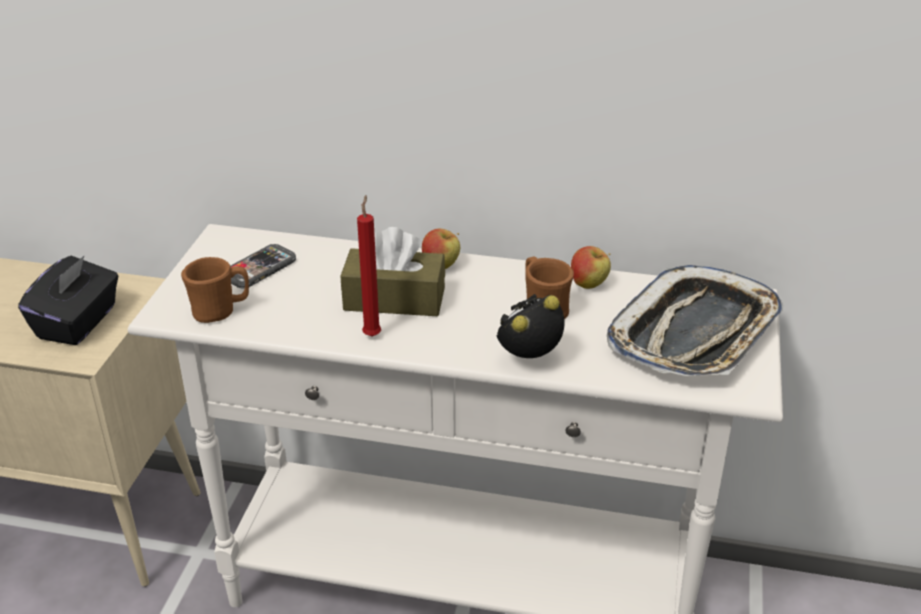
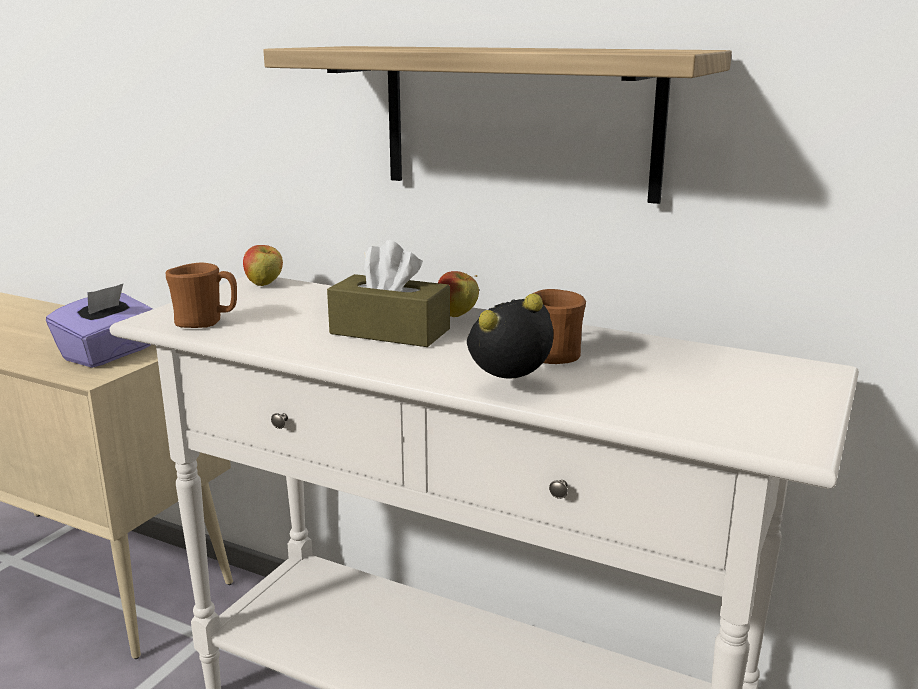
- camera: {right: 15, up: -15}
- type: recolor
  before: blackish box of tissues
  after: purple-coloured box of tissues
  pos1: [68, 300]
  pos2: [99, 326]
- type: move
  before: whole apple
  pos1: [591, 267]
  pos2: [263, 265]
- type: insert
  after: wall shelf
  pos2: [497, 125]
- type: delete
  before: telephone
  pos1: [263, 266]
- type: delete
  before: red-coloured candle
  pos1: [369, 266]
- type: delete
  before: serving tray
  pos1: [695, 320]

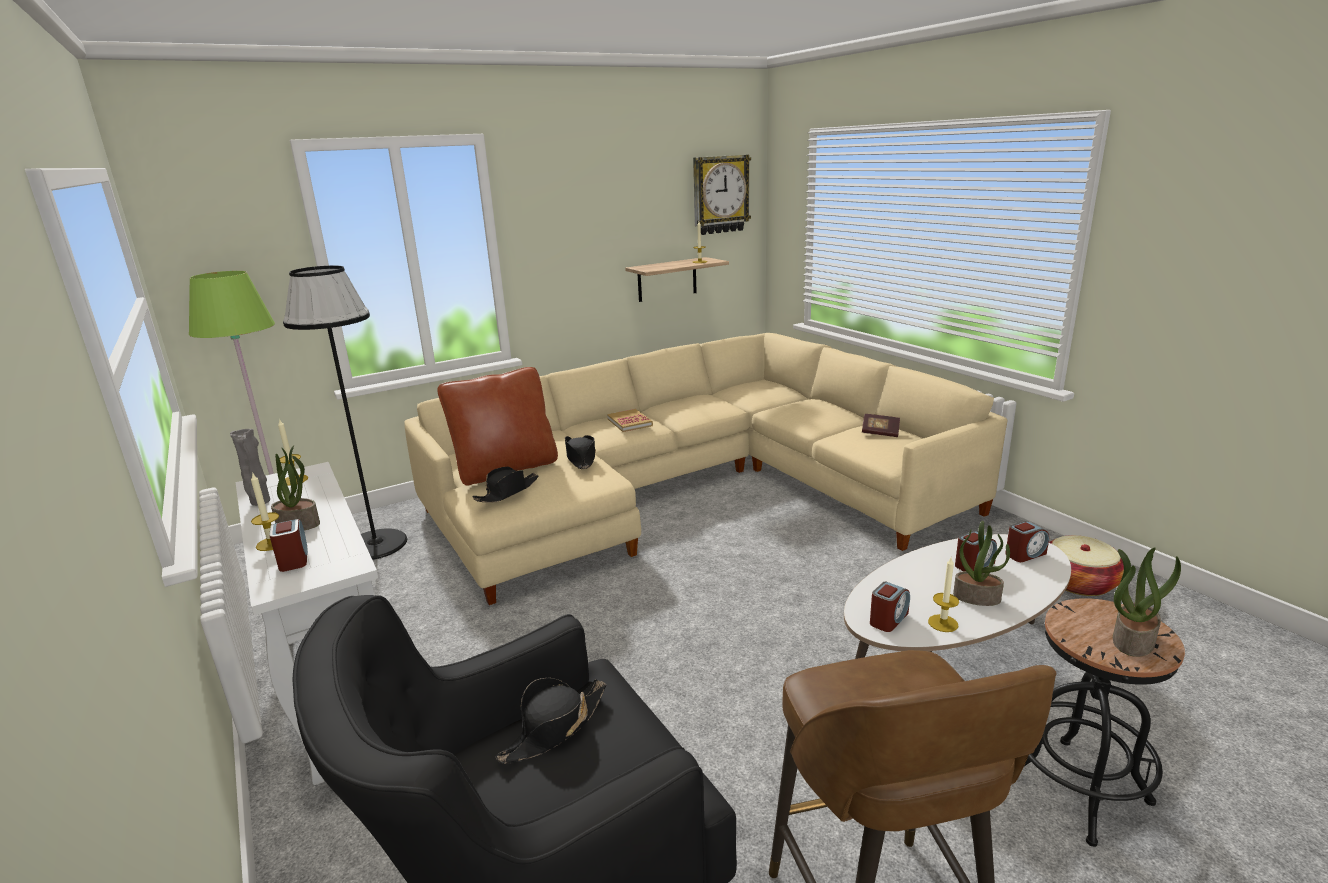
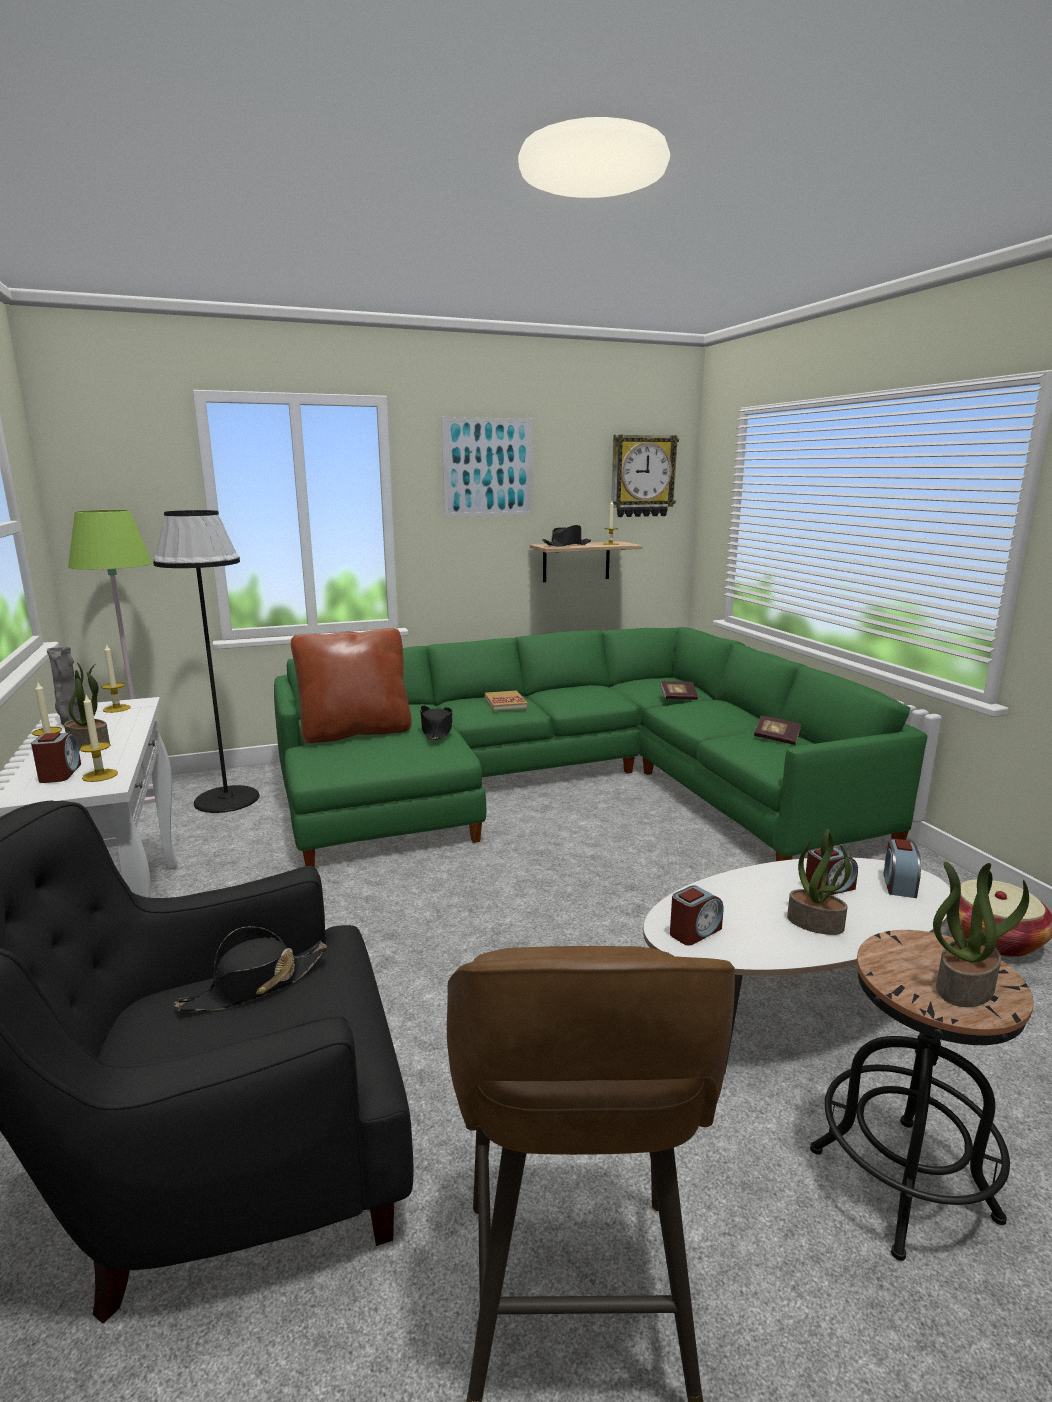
- camera: {right: 10, up: -5}
- type: move
  before: candle
  pos1: [943, 595]
  pos2: [99, 738]
- type: recolor
  before: beige settee
  after: green settee
  pos1: [706, 469]
  pos2: [601, 747]
- type: insert
  after: picture
  pos2: [487, 467]
- type: move
  before: blackish clothing hat
  pos1: [505, 485]
  pos2: [566, 536]
- type: insert
  after: bound book
  pos2: [679, 690]
- type: rotate
  before: table clock
  pos1: [1027, 541]
  pos2: [902, 868]
  turn: 120

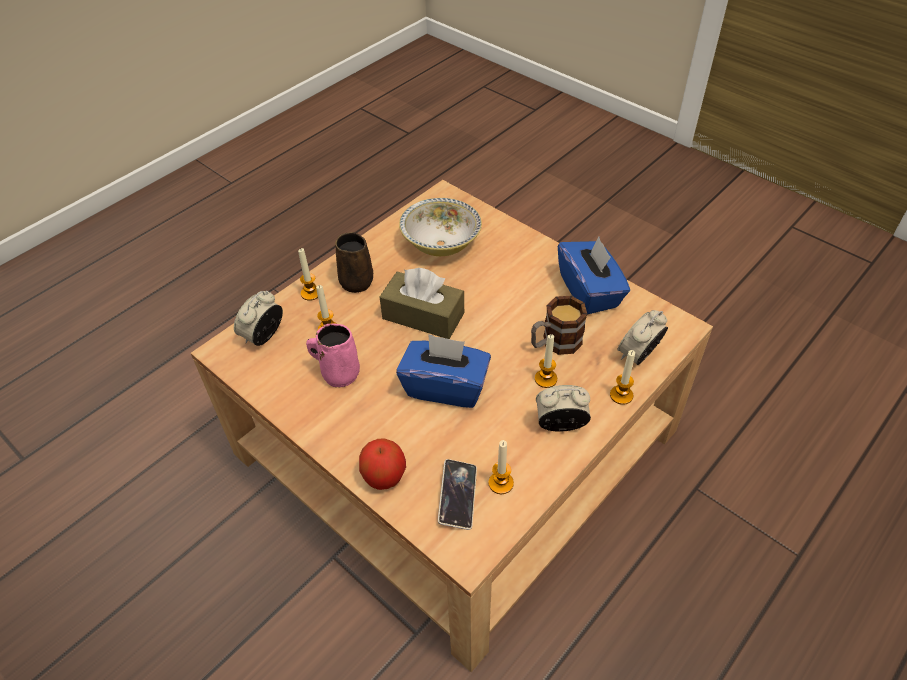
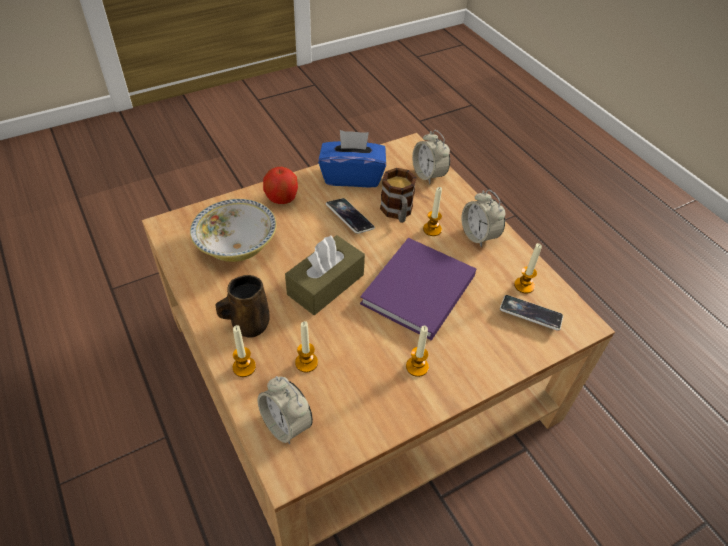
- camera: {right: -75, up: 0}
- type: move
  before: whole apple
  pos1: [382, 464]
  pos2: [280, 185]
- type: insert
  after: telephone
  pos2: [350, 216]
- type: replace
  before: blue box of tissues
  after: purple-coloured bound book
  pos1: [443, 371]
  pos2: [418, 289]
- type: move
  before: candle
  pos1: [622, 377]
  pos2: [417, 351]
- type: rotate
  before: table clock
  pos1: [563, 408]
  pos2: [483, 219]
  turn: -45
- type: delete
  before: pinkish mug
  pos1: [333, 355]

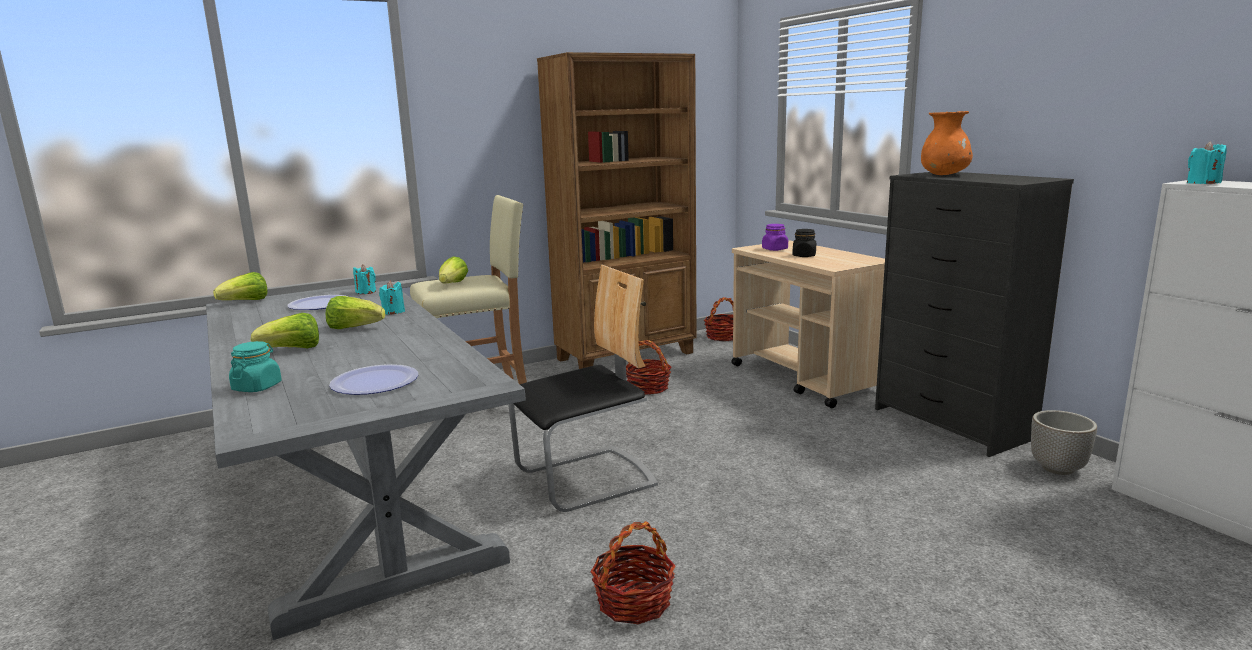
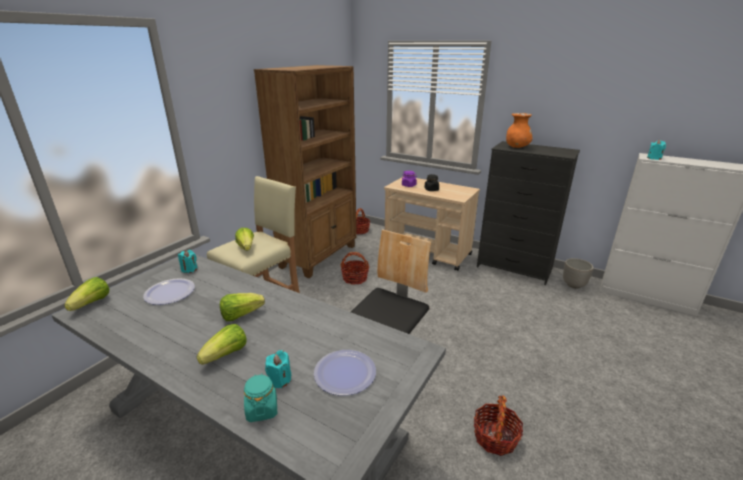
- camera: {right: -30, up: 10}
- type: move
  before: blue-green candle
  pos1: [392, 298]
  pos2: [278, 369]

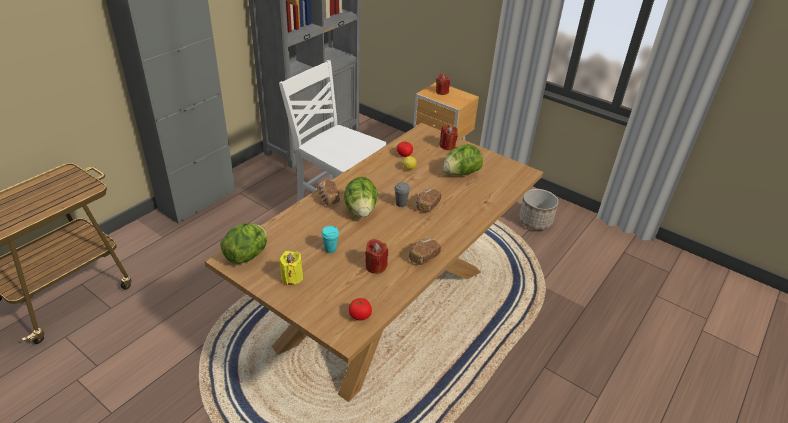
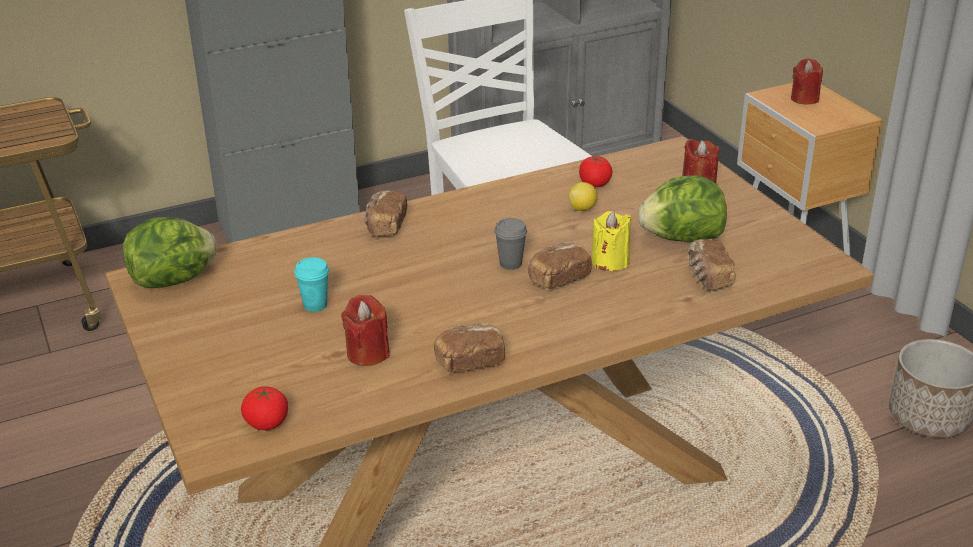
- camera: {right: 30, up: -5}
- type: move
  before: yellow-coloured candle
  pos1: [291, 268]
  pos2: [611, 241]
- type: insert
  after: bread
  pos2: [712, 265]
- type: delete
  before: head of lettuce
  pos1: [361, 197]

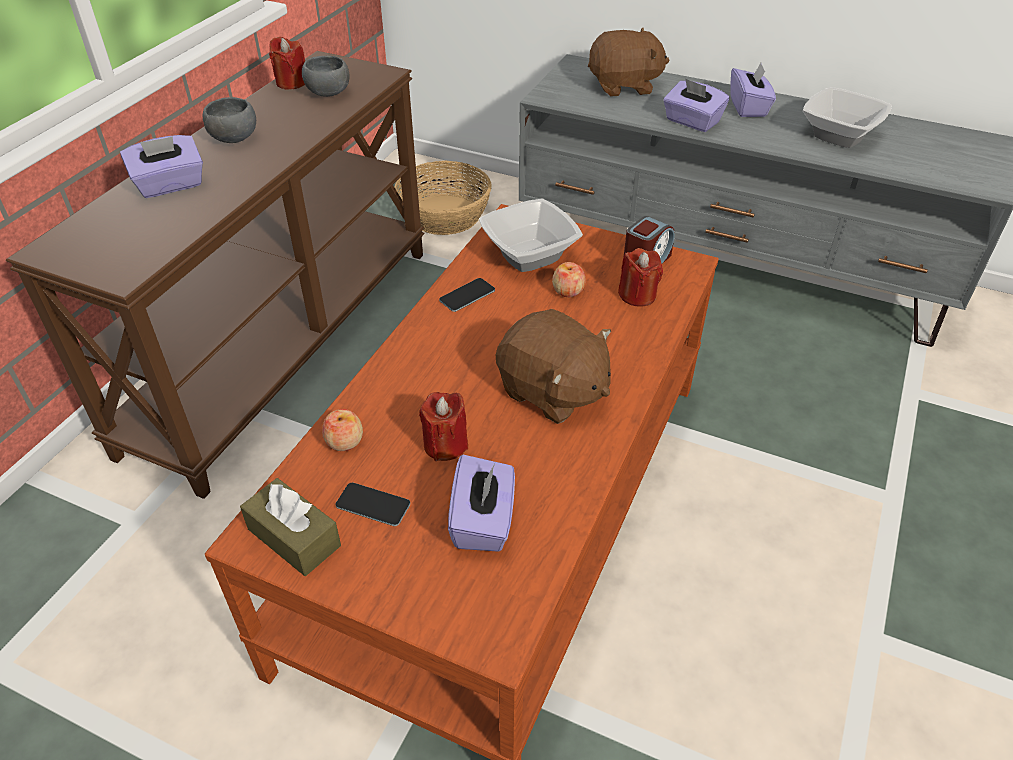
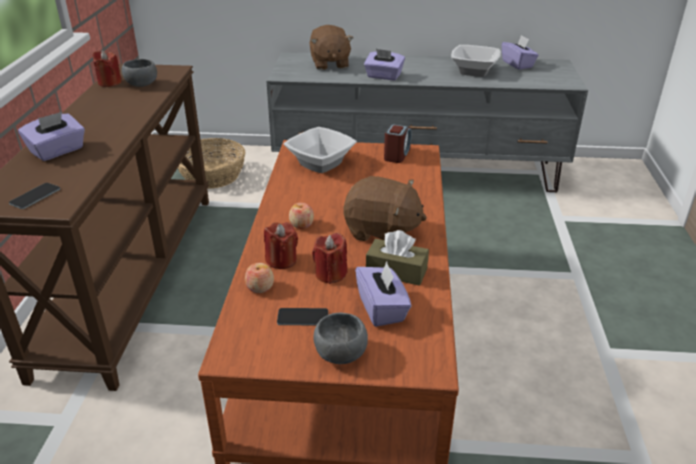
- camera: {right: -20, up: -10}
- type: move
  before: telephone
  pos1: [467, 295]
  pos2: [34, 196]
- type: move
  before: red-coloured candle
  pos1: [640, 277]
  pos2: [281, 245]
- type: move
  before: whole apple
  pos1: [568, 279]
  pos2: [301, 215]
- type: rotate
  before: brown cuddly toy
  pos1: [628, 62]
  pos2: [331, 47]
  turn: 105
- type: move
  before: gray bowl
  pos1: [229, 120]
  pos2: [340, 338]
- type: move
  before: brown box of tissues
  pos1: [290, 527]
  pos2: [397, 258]
- type: move
  before: purple-coloured box of tissues
  pos1: [753, 90]
  pos2: [520, 52]

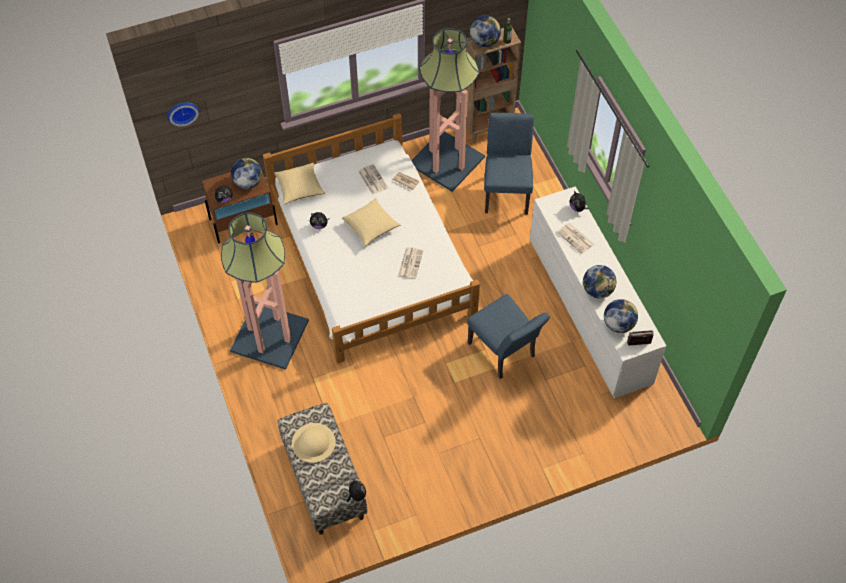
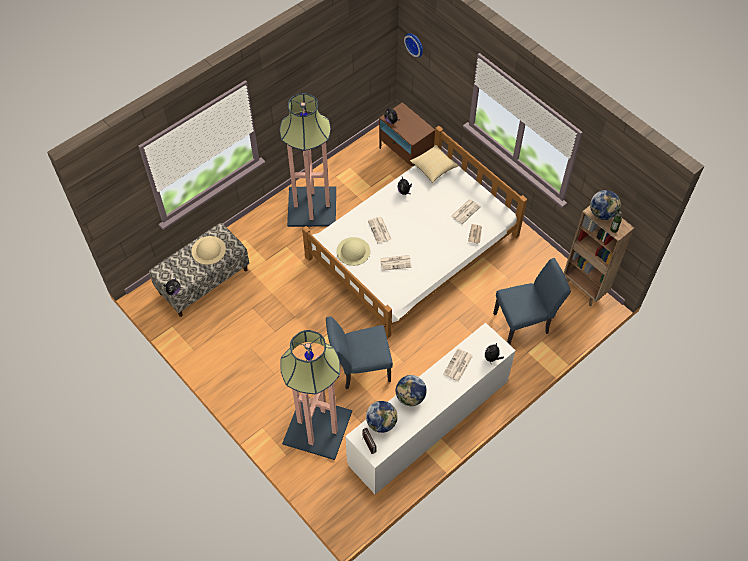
- camera: {right: 70, up: 0}
- type: move
  before: floor lamp
  pos1: [448, 110]
  pos2: [316, 395]
- type: rotate
  before: blue plain chair
  pos1: [508, 336]
  pos2: [359, 352]
  turn: 45
- type: insert
  after: beige clothing hat
  pos2: [353, 251]
- type: insert
  after: printed paper
  pos2: [380, 230]
- type: delete
  before: globe
  pos1: [246, 173]
- type: delete
  before: cushion
  pos1: [371, 222]

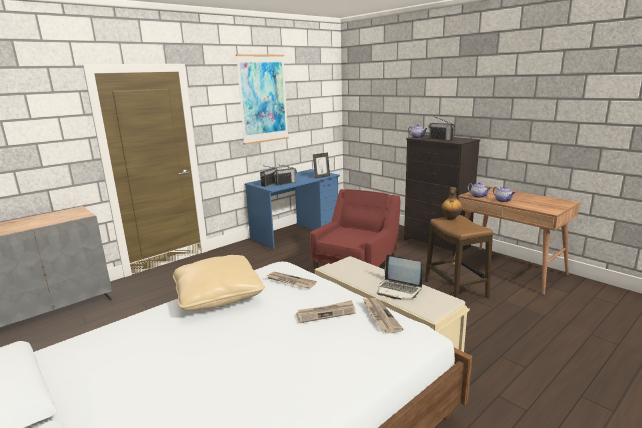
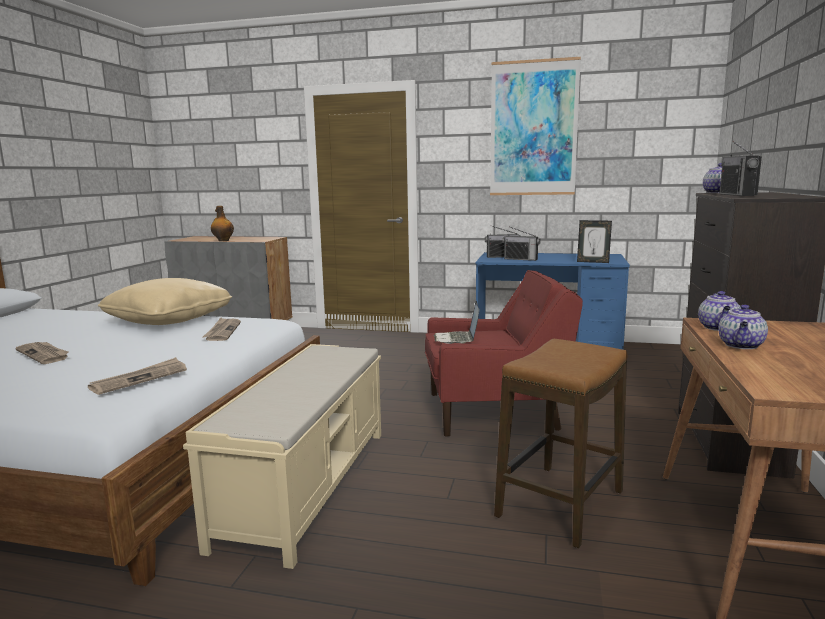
- camera: {right: 55, up: -5}
- type: move
  before: printed paper
  pos1: [326, 311]
  pos2: [42, 353]
- type: move
  before: drink bottle
  pos1: [451, 203]
  pos2: [222, 223]
- type: move
  before: notebook computer
  pos1: [399, 277]
  pos2: [457, 322]

